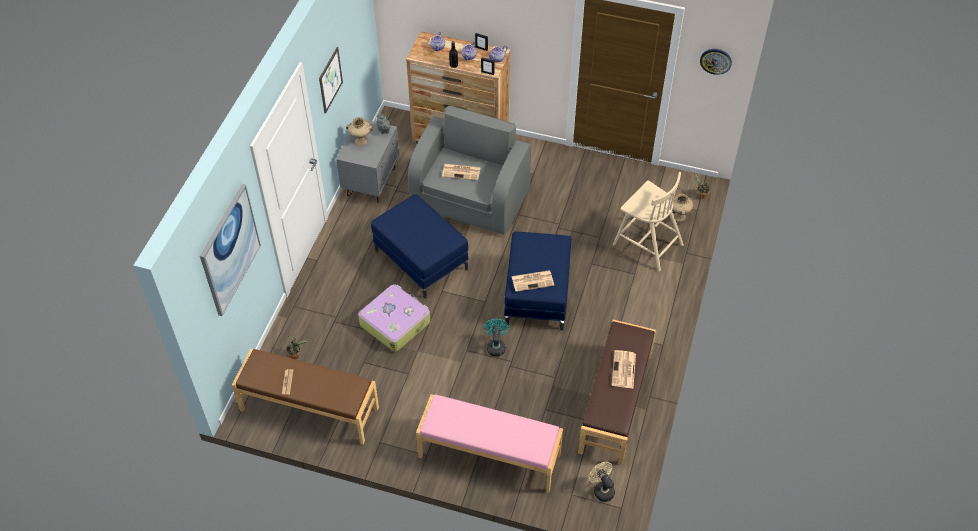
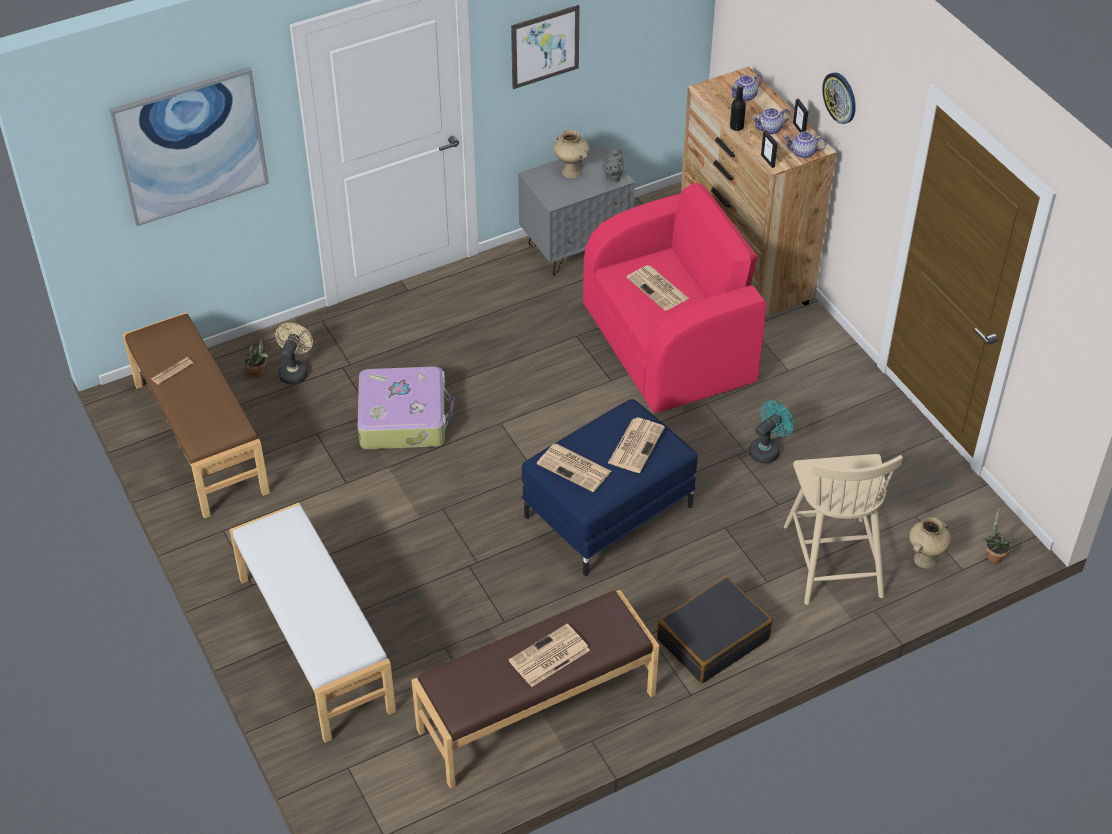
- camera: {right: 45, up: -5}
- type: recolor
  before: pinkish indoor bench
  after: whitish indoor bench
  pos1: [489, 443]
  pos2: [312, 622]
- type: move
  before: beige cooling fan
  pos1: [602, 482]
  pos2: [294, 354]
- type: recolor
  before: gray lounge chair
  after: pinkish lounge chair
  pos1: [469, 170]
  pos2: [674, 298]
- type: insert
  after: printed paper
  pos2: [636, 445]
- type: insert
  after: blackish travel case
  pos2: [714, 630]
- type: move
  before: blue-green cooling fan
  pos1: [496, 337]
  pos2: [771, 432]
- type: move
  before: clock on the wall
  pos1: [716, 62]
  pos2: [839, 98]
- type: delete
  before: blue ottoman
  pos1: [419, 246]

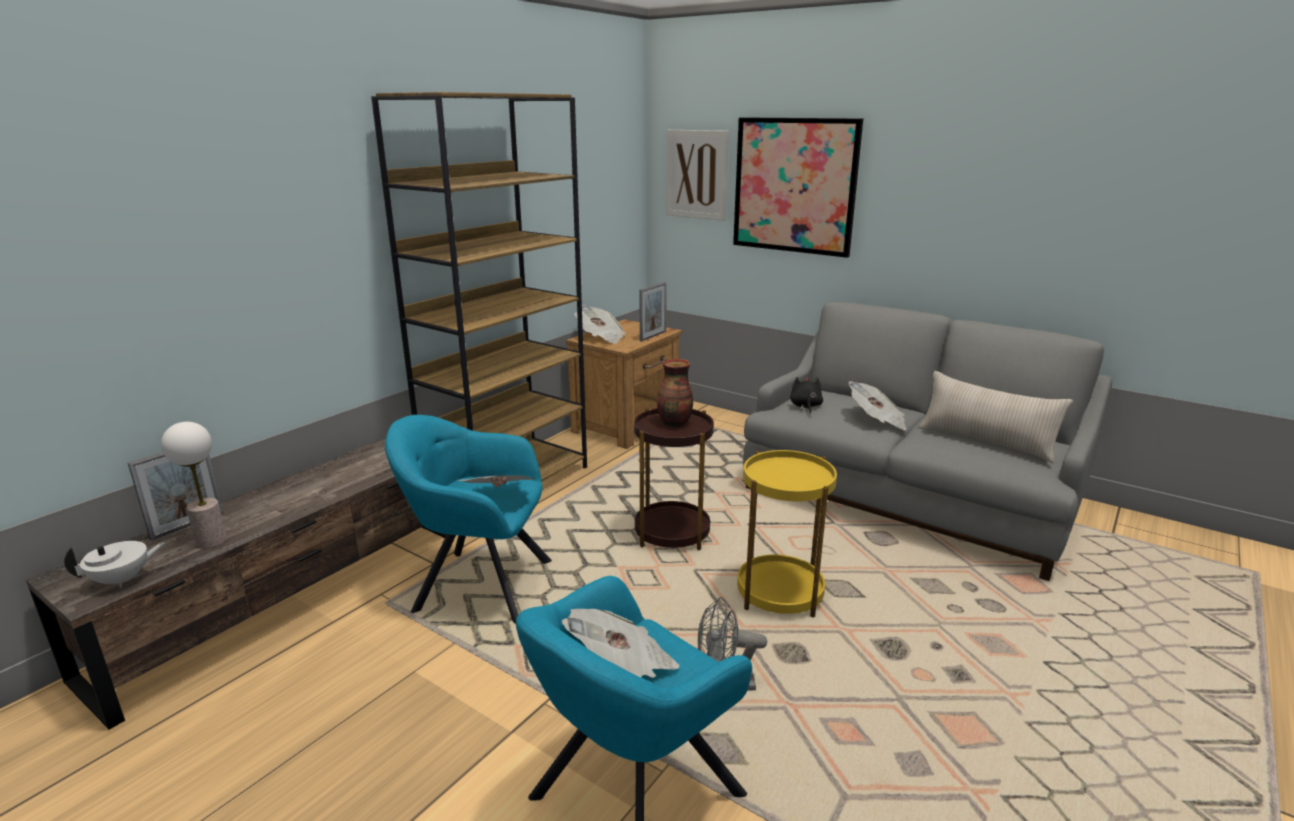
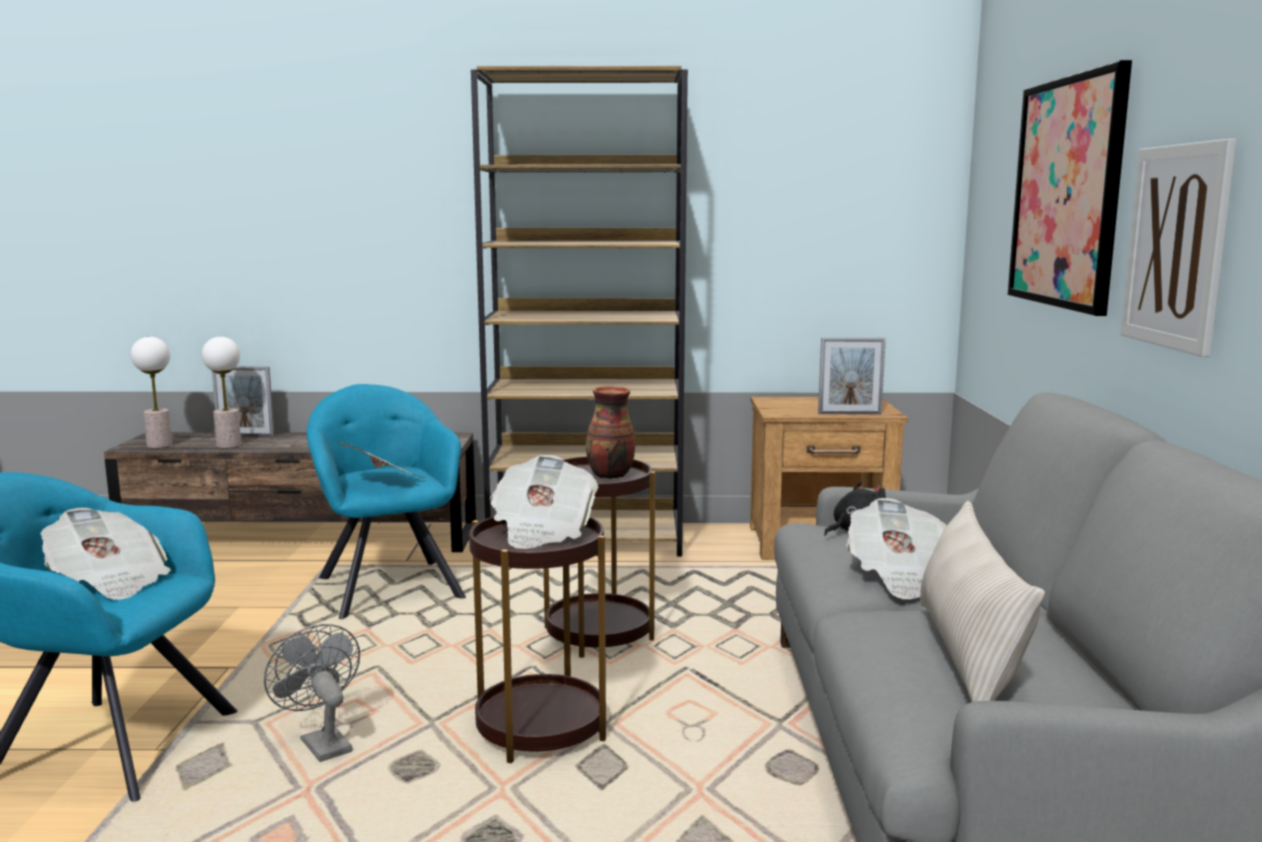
- camera: {right: 55, up: -10}
- type: replace
  before: whitish tea pot
  after: tabletop lamp
  pos1: [114, 564]
  pos2: [151, 392]
- type: recolor
  before: yellow-coloured side table
  after: brown side table
  pos1: [787, 534]
  pos2: [537, 639]
- type: move
  before: printed paper
  pos1: [600, 324]
  pos2: [544, 502]
- type: move
  before: picture
  pos1: [697, 175]
  pos2: [1178, 248]

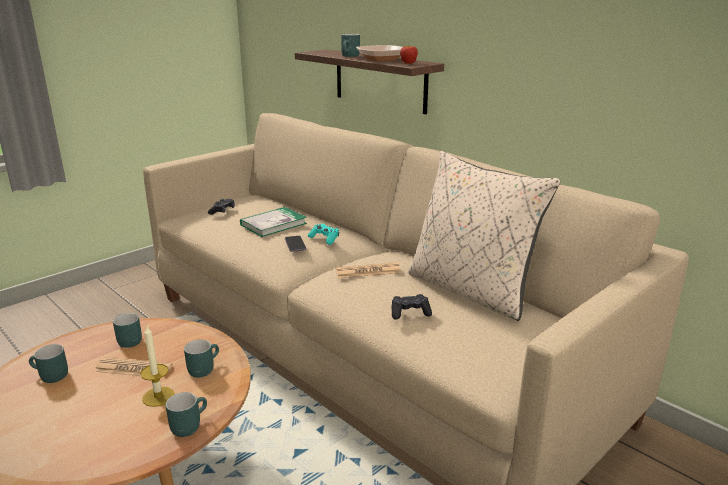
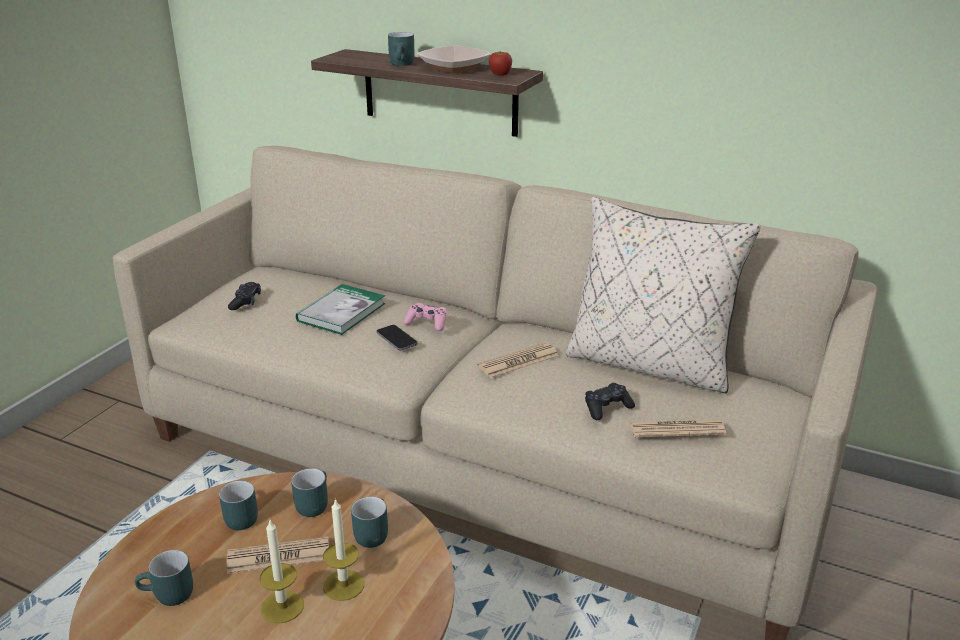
- camera: {right: -20, up: 5}
- type: insert
  after: candle
  pos2: [281, 572]
- type: move
  before: blue-green mug
  pos1: [186, 414]
  pos2: [309, 492]
- type: recolor
  before: blue-green gamepad
  after: pinkish gamepad
  pos1: [323, 234]
  pos2: [425, 317]
- type: insert
  after: printed paper
  pos2: [678, 428]

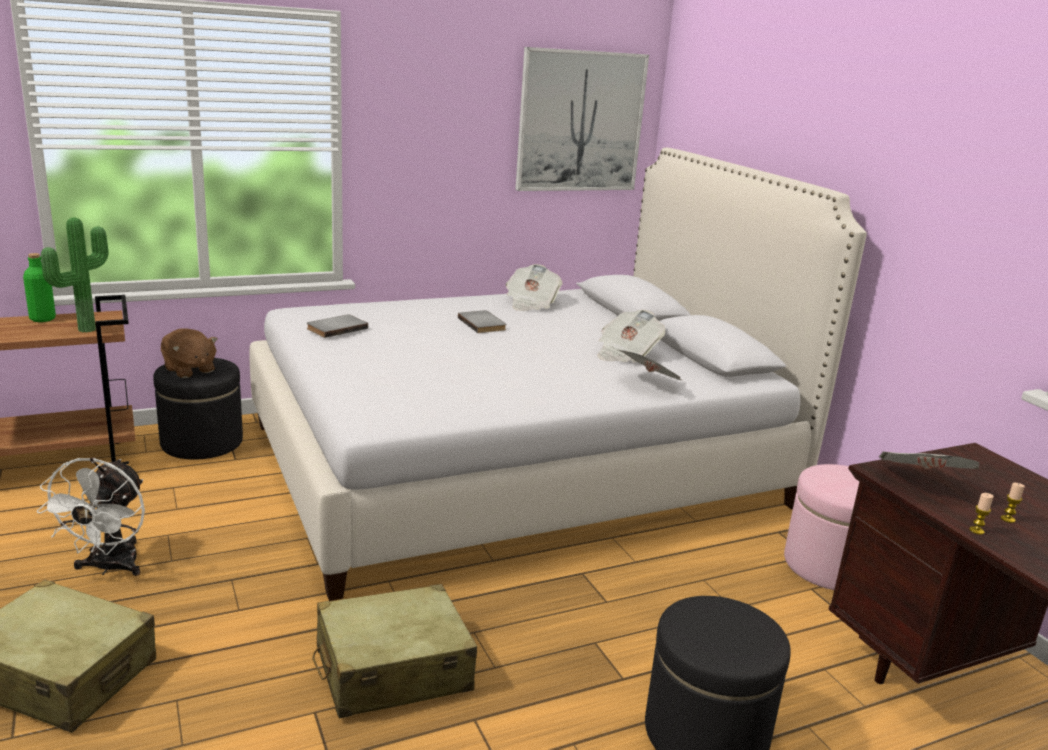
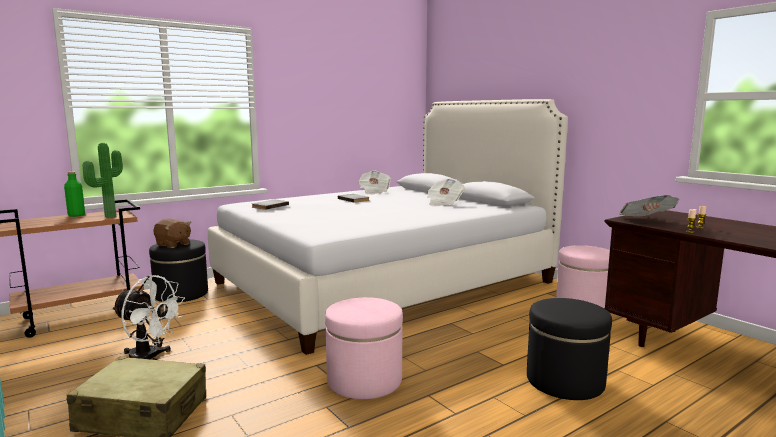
- camera: {right: -10, up: -10}
- type: rotate
  before: whitish cooling fan
  pos1: [91, 516]
  pos2: [148, 317]
  turn: -60
- type: replace
  before: beige travel case
  after: pinkish ottoman
  pos1: [394, 651]
  pos2: [364, 348]
- type: delete
  before: picture
  pos1: [582, 119]
- type: delete
  before: printed paper
  pos1: [650, 365]

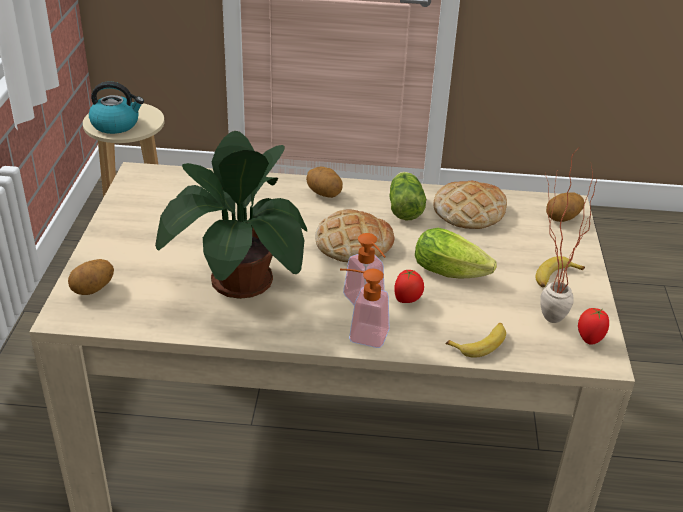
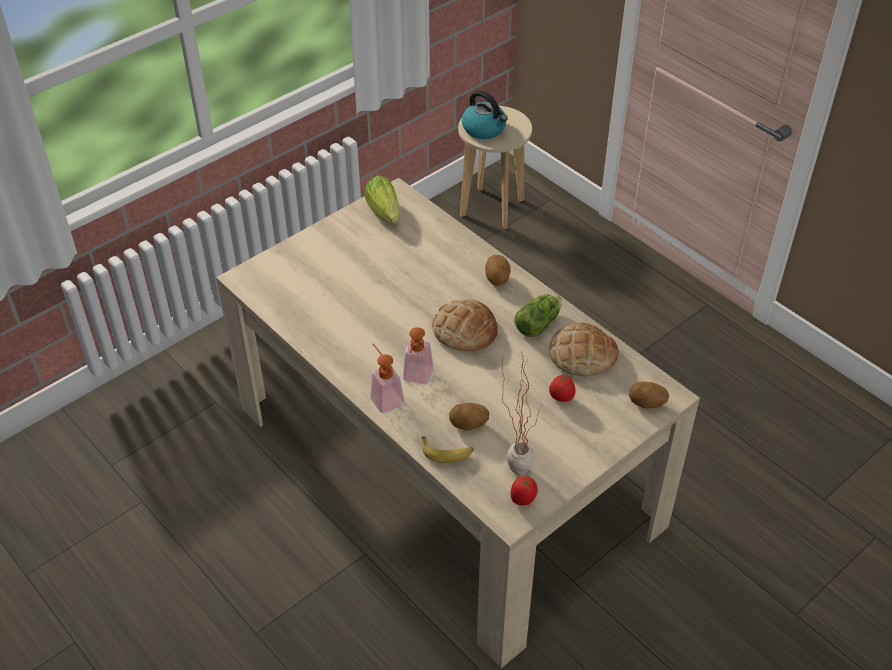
- camera: {right: 45, up: 10}
- type: move
  before: head of lettuce
  pos1: [456, 253]
  pos2: [382, 199]
- type: move
  before: whole potato
  pos1: [91, 277]
  pos2: [469, 416]
- type: move
  before: fresh tomato
  pos1: [409, 286]
  pos2: [562, 388]
- type: delete
  before: houseplant
  pos1: [231, 215]
- type: delete
  before: banana fruit
  pos1: [560, 272]

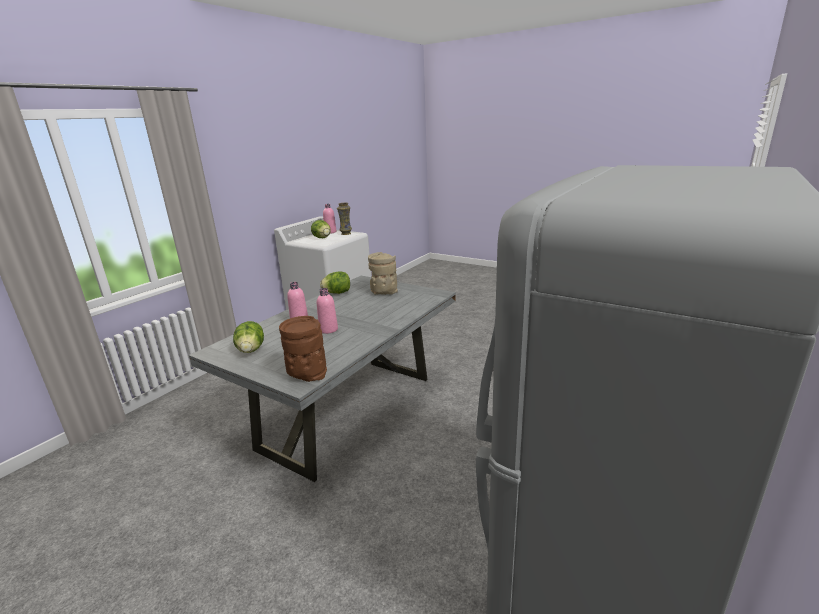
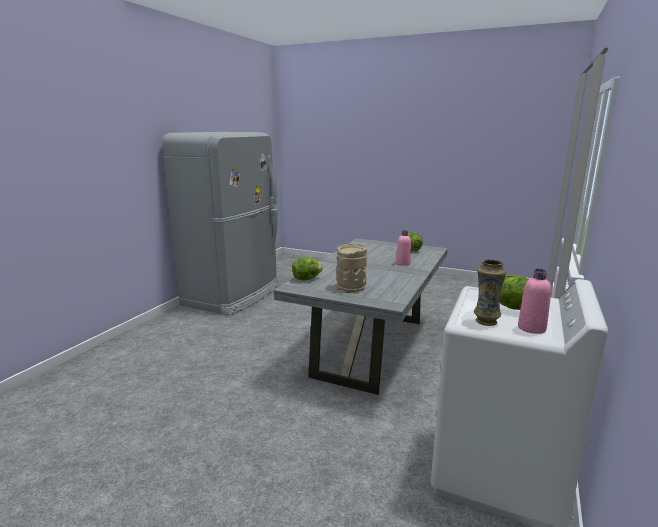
- camera: {right: 170, up: -5}
- type: move
  before: head of lettuce
  pos1: [335, 283]
  pos2: [307, 268]
- type: delete
  before: brown decorative vase
  pos1: [303, 349]
- type: delete
  before: pinkish drink bottle
  pos1: [327, 311]

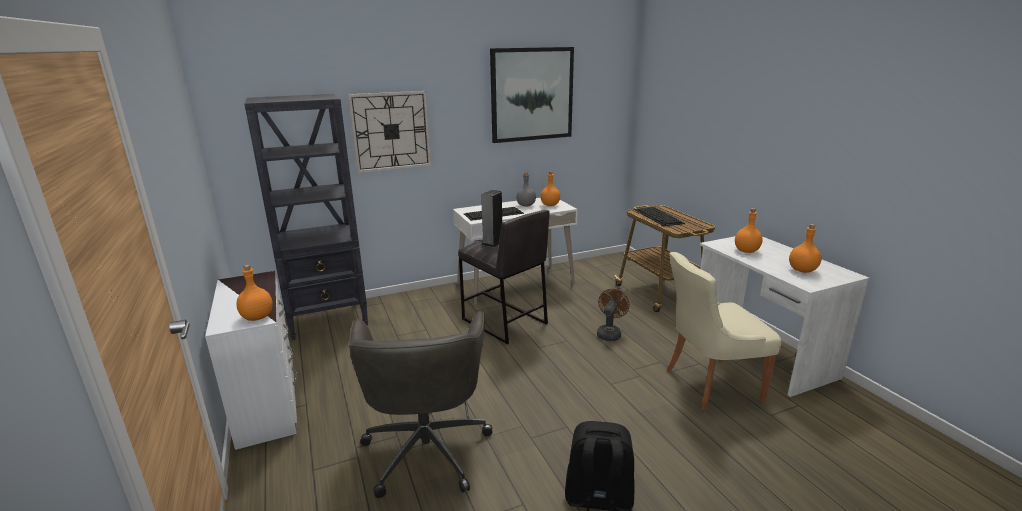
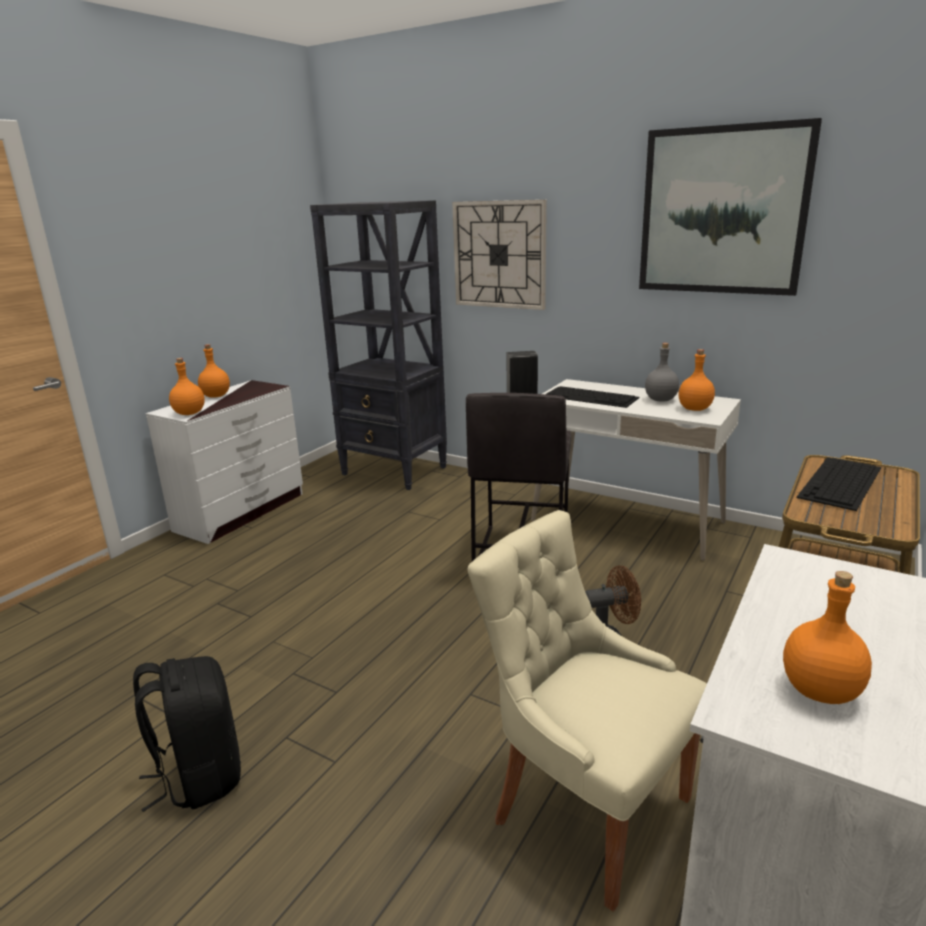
- camera: {right: 55, up: 0}
- type: move
  before: orange drink bottle
  pos1: [749, 230]
  pos2: [214, 371]
- type: delete
  before: gray office chair
  pos1: [420, 404]

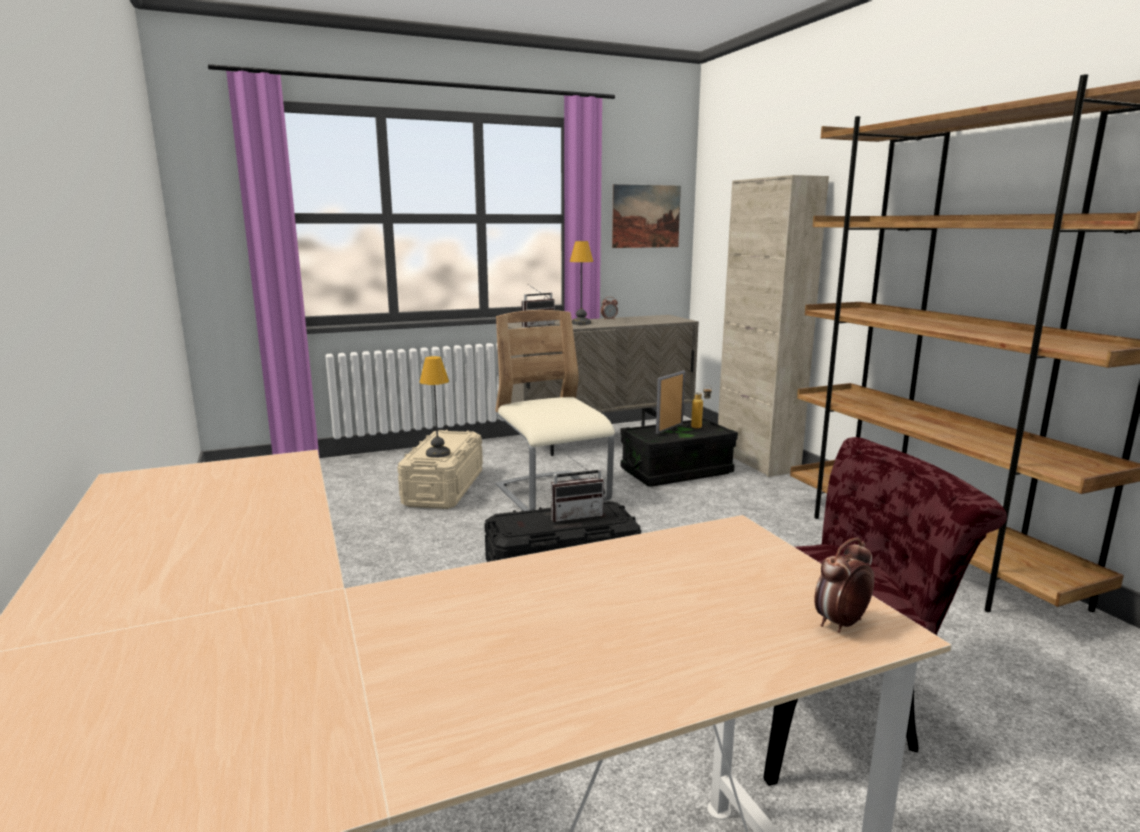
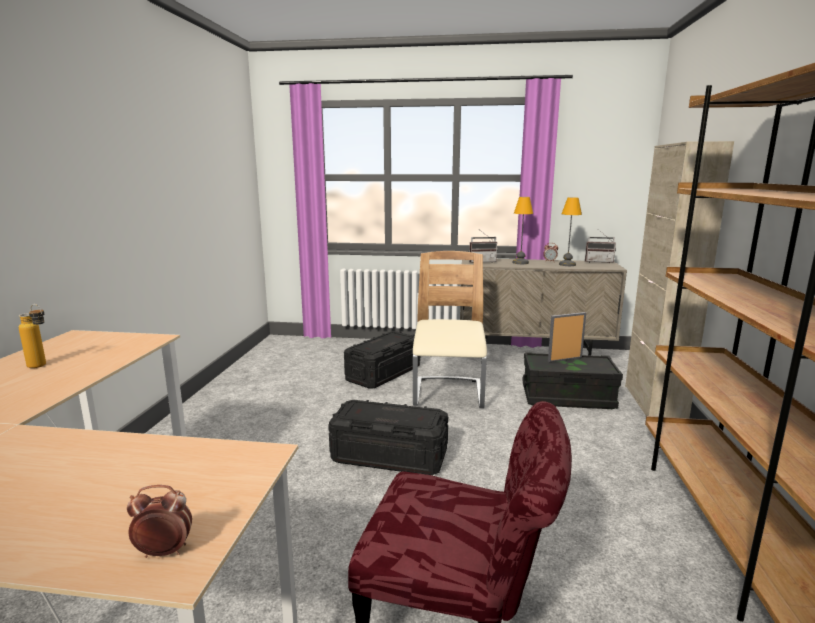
- camera: {right: 30, up: 0}
- type: move
  before: drink bottle
  pos1: [701, 407]
  pos2: [32, 336]
- type: recolor
  before: beige storage container
  after: blackish storage container
  pos1: [440, 469]
  pos2: [382, 360]
- type: move
  before: tabletop lamp
  pos1: [435, 407]
  pos2: [570, 231]
- type: move
  before: radio
  pos1: [578, 488]
  pos2: [600, 246]
- type: delete
  before: picture
  pos1: [646, 216]

